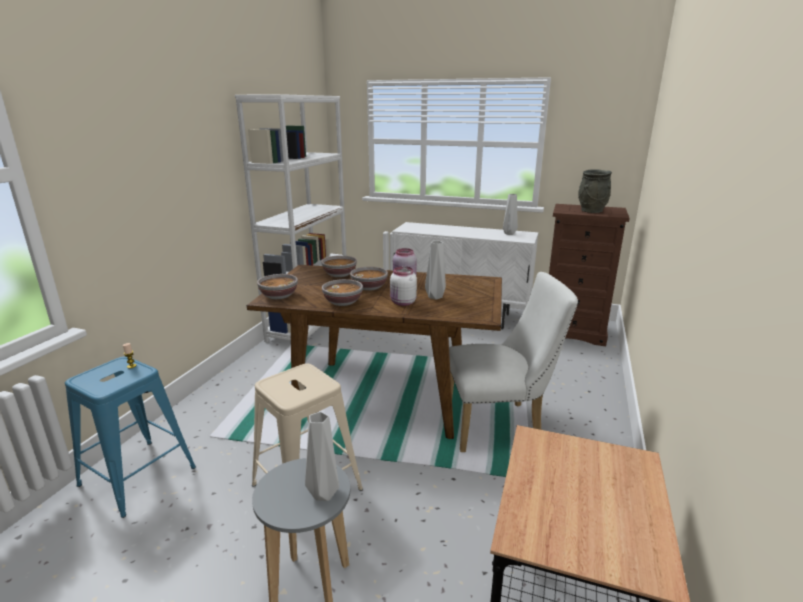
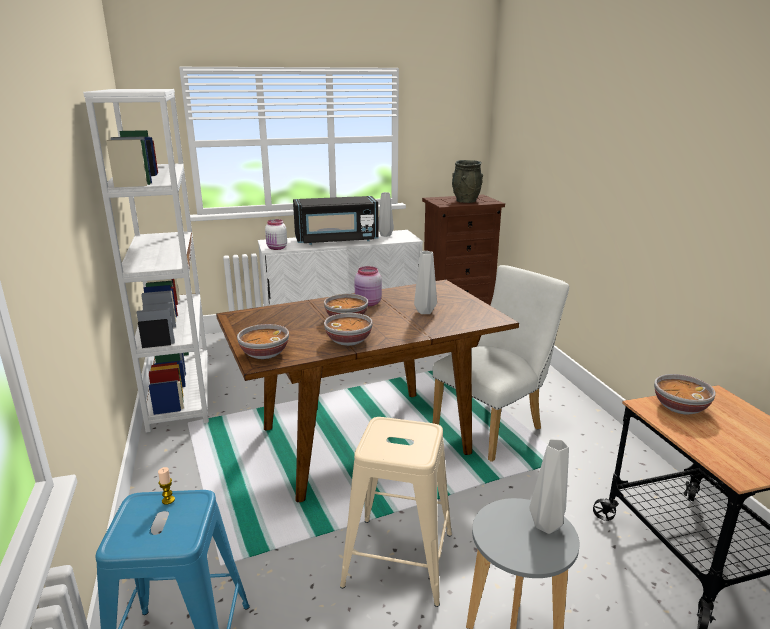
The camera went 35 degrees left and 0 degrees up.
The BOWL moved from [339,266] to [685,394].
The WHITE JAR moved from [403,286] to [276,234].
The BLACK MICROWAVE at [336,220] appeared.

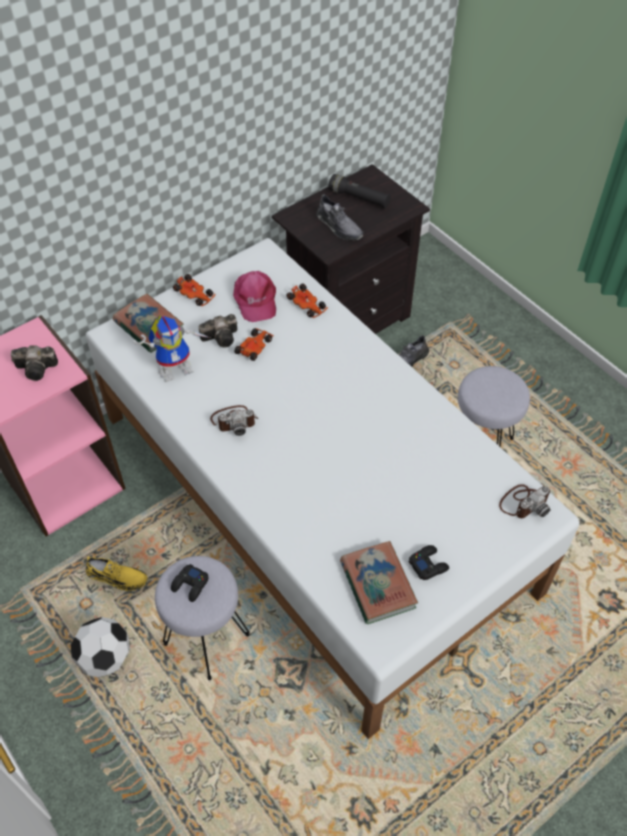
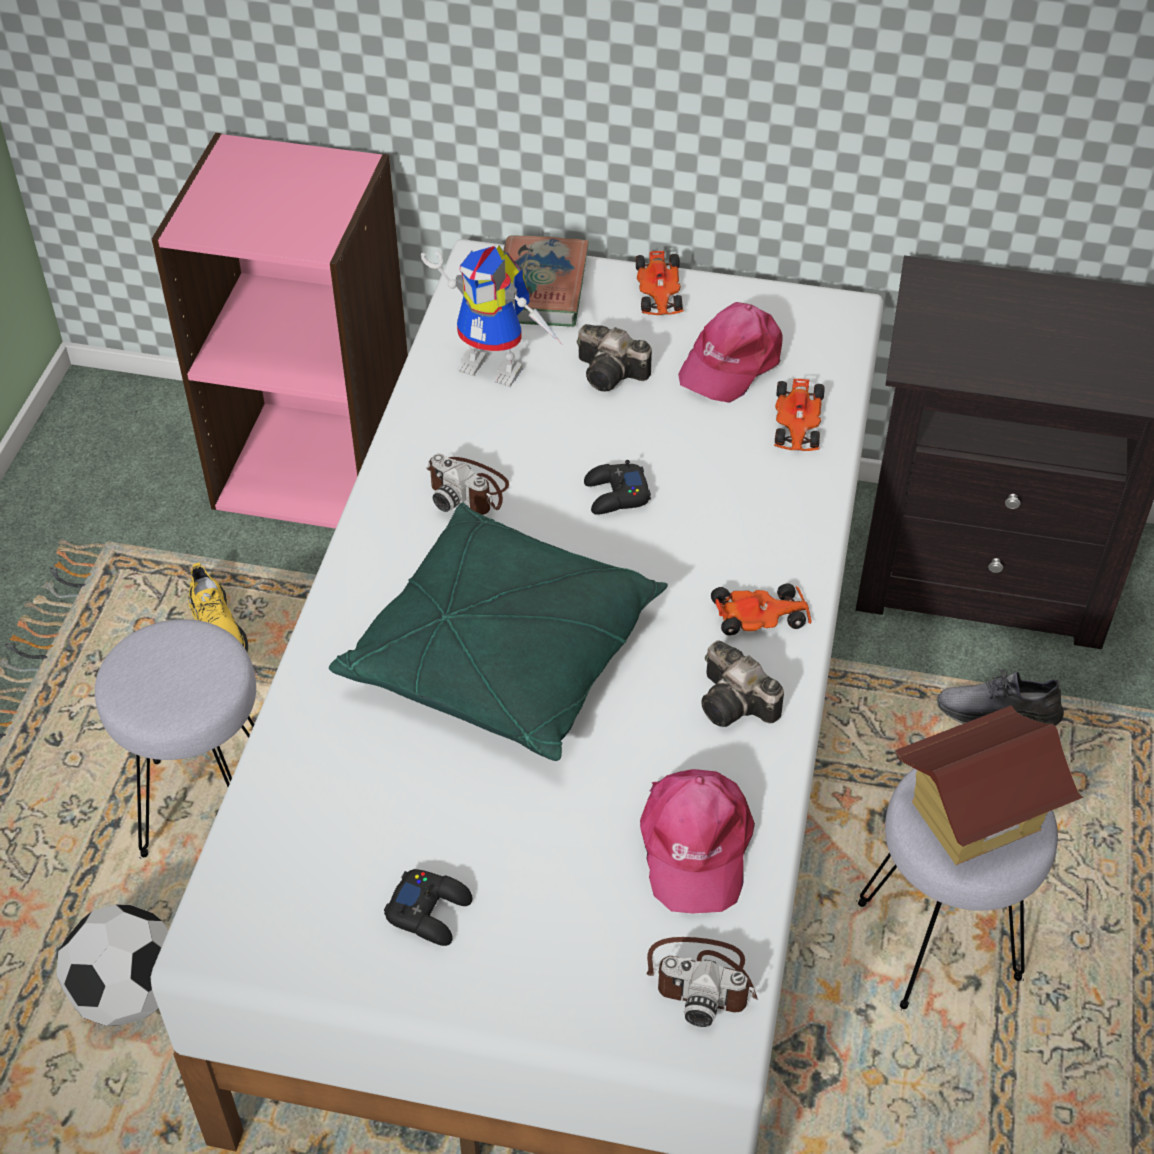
The camera went 50 degrees right and 5 degrees down.
The PHOTO CAMERA moved from [34,363] to [742,683].
The FOOTBALL moved from [100,647] to [112,965].
The BLACK GAME CONTROLLER moved from [190,583] to [617,487].
The TOY CAR moved from [254,344] to [761,609].
The GREY SHOE at [340,217] disappeared.
The BLACK FLASHLIGHT at [359,191] disappeared.
The BOOK at [379,582] disappeared.
The GREEN PILLOW at [498,632] appeared.
The PINK CAP at [697,841] appeared.
The TOY HOUSE at [989,785] appeared.

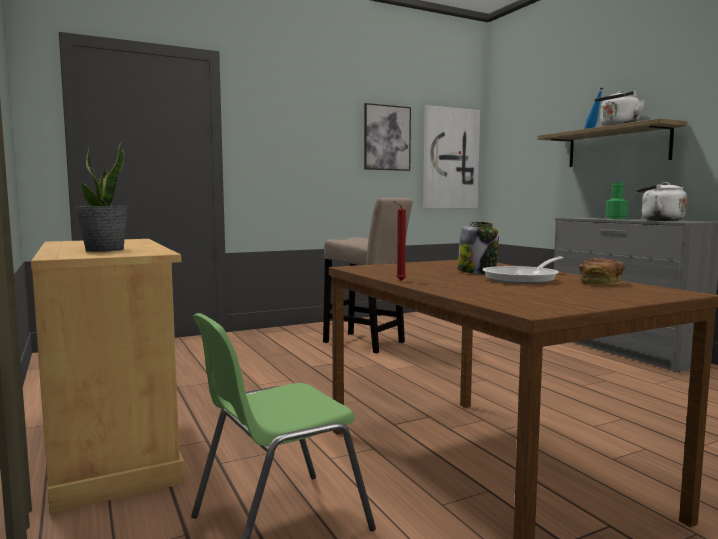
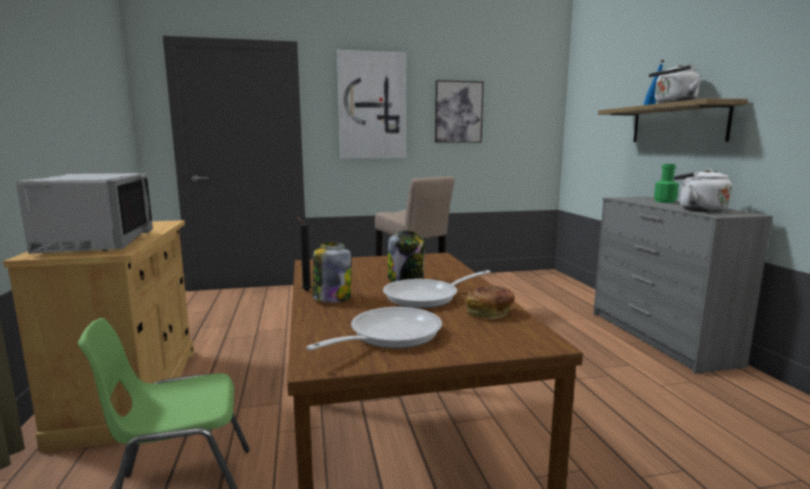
The camera went 15 degrees right and 5 degrees up.
The POTTED PLANT at [102,197] was replaced by the GREY MICROWAVE at [84,213].
The RED CANDLE at [399,241] became the BLACK CANDLE at [303,254].
The PICTURE moved from [451,157] to [371,104].
The FRYING PAN at [374,329] appeared.
The JAR at [332,272] appeared.

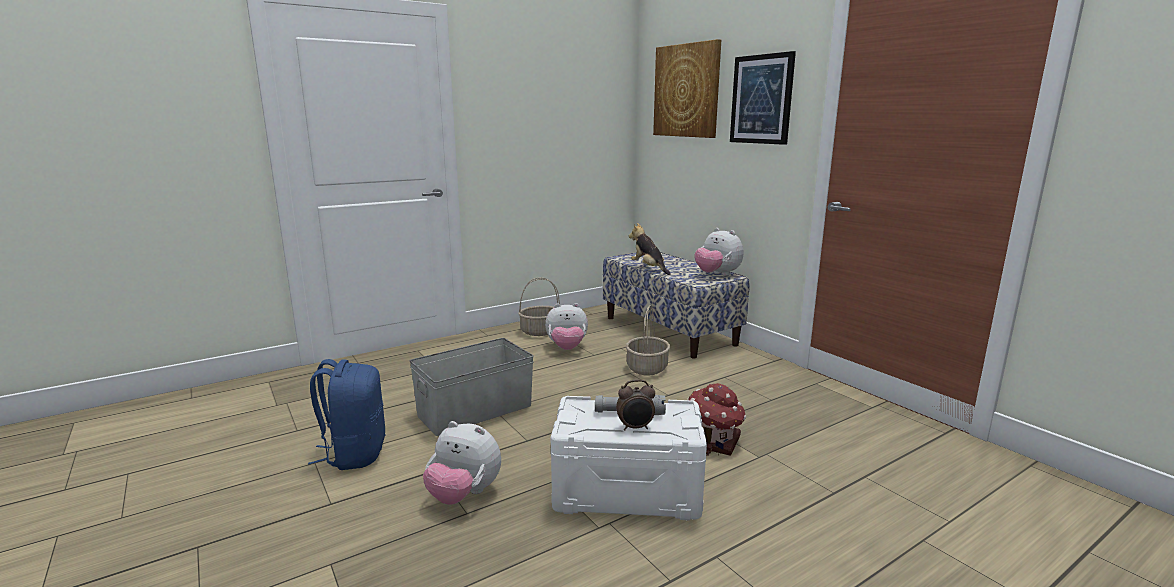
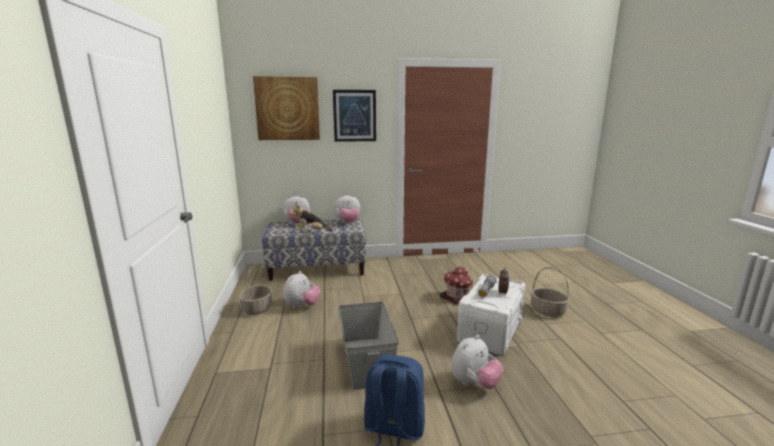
The camera went 65 degrees left and 0 degrees up.
The BASKET moved from [648,340] to [549,292].
The PLUSH TOY at [296,209] appeared.

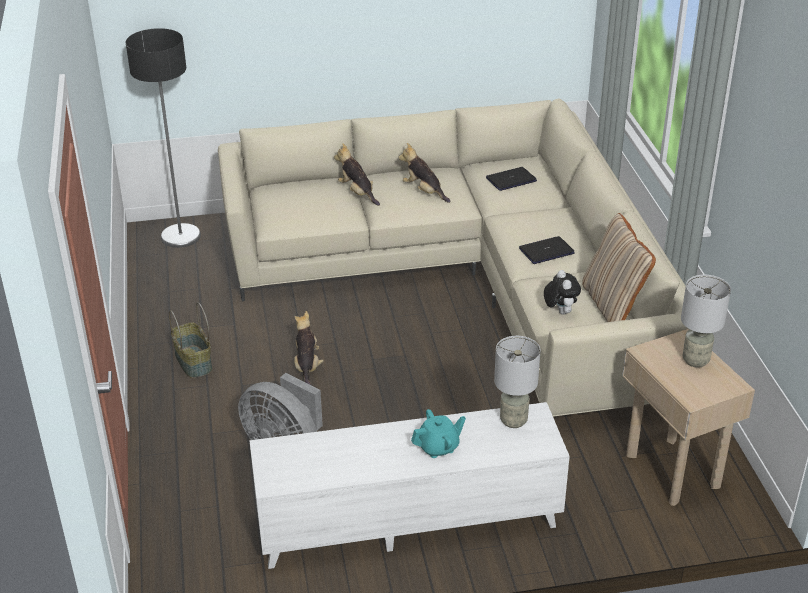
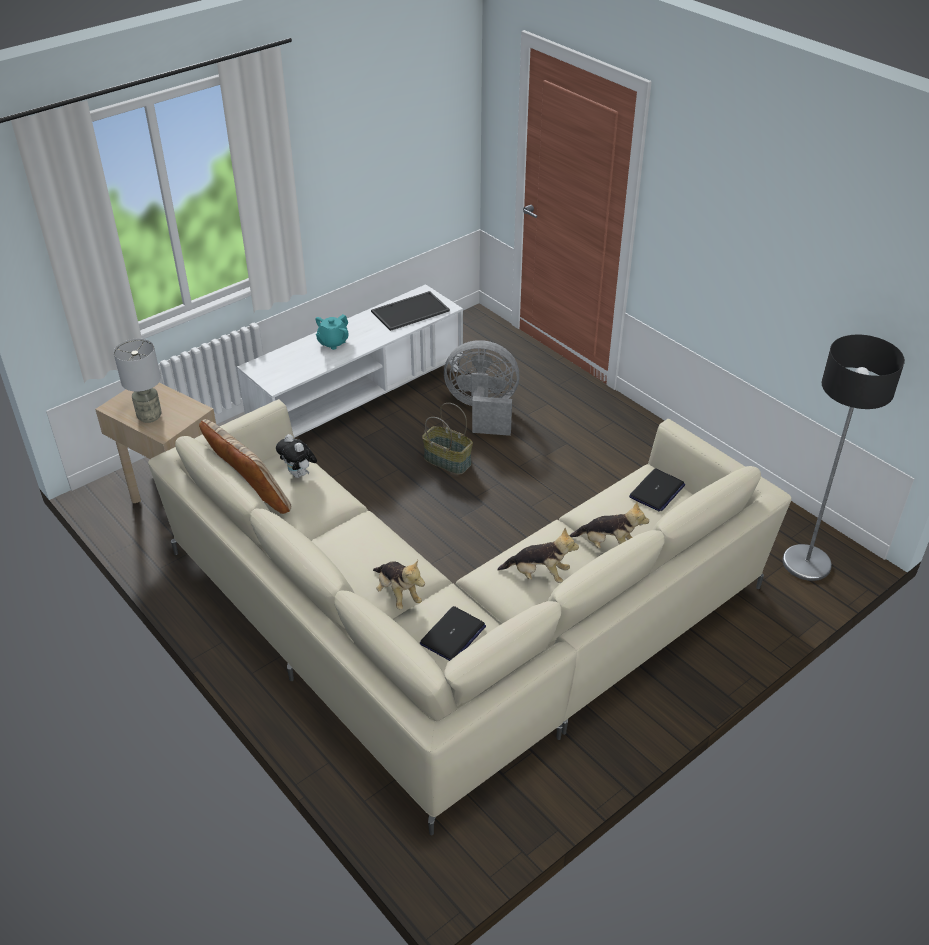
The camera went 150 degrees right and 5 degrees up.
The BASKET moved from [190,340] to [447,439].
The PLUSH TOY moved from [309,348] to [399,585].
The GREY TABLE LAMP at [517,382] disappeared.
The LAPTOP moved from [547,250] to [657,490].
The TRAY at [410,311] appeared.

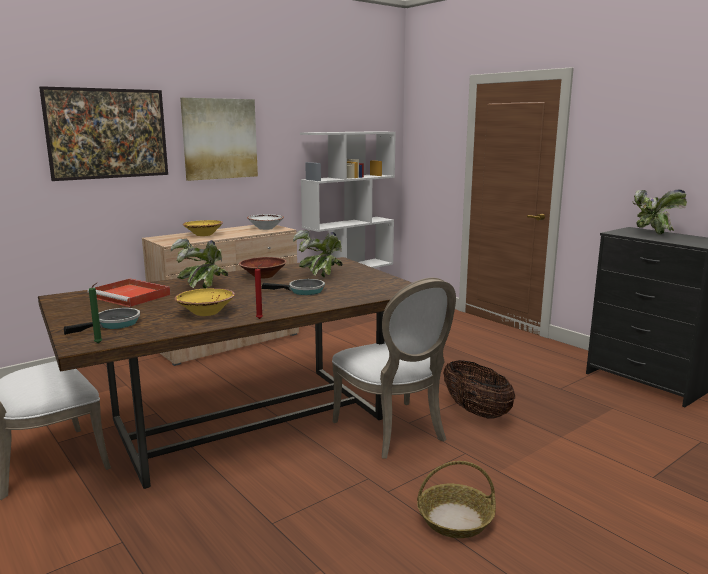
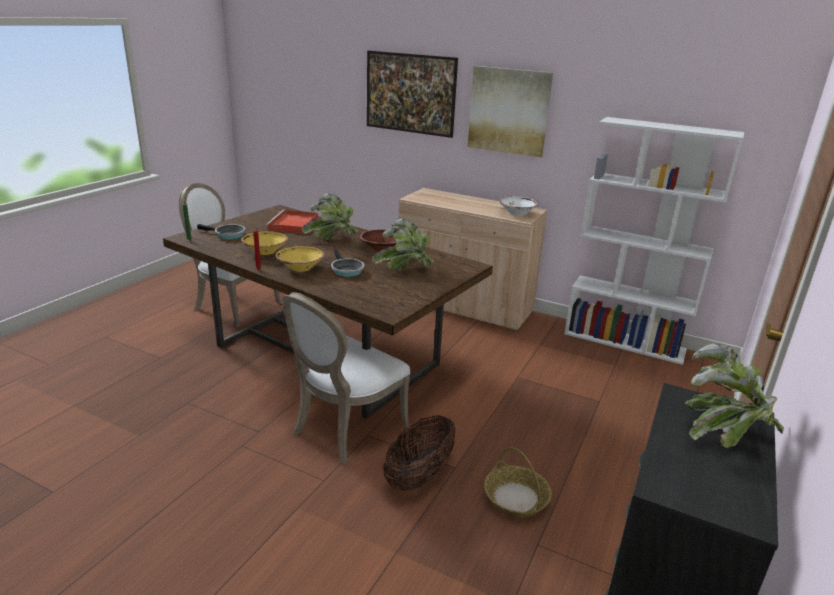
The camera went 65 degrees right and 10 degrees up.
The YELLOW BOWL moved from [203,228] to [300,259].
The BASKET moved from [456,499] to [518,482].

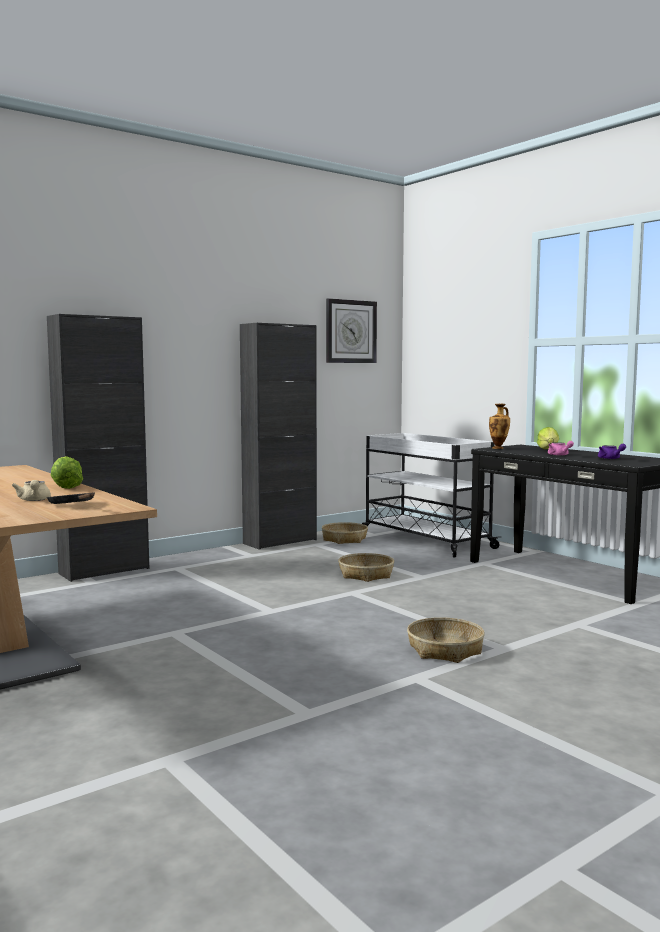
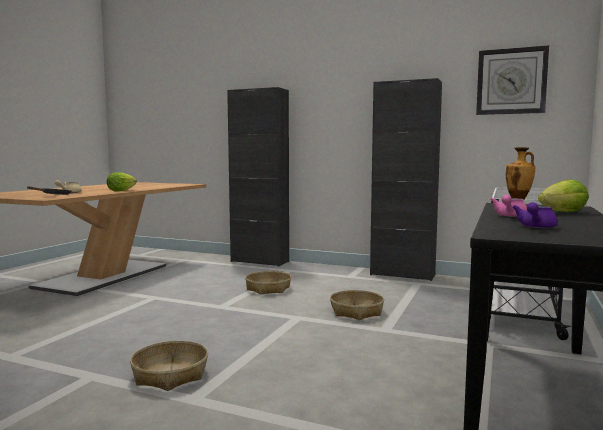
The camera went 60 degrees right and 0 degrees up.
The BASKET moved from [345,533] to [268,283].

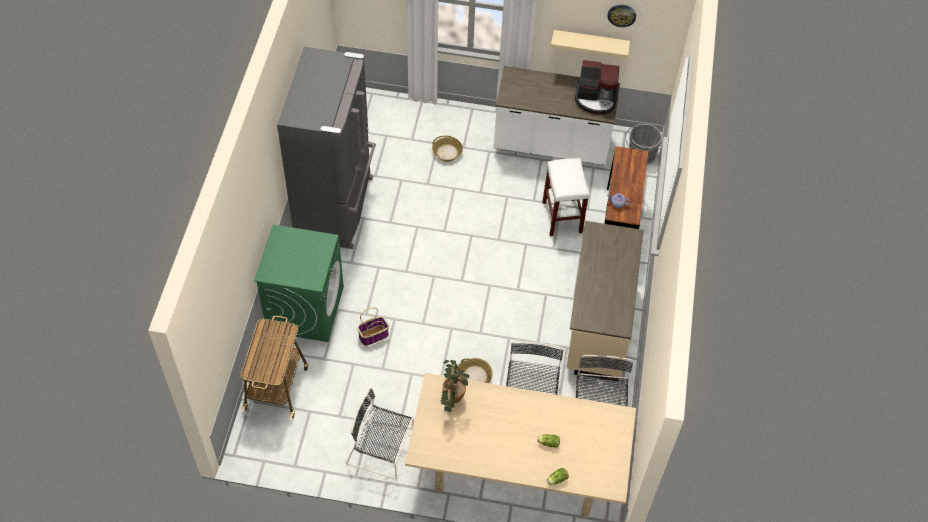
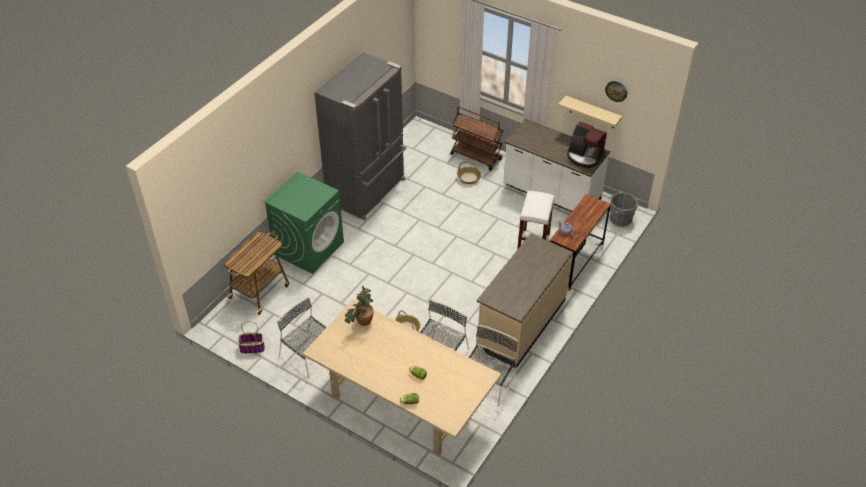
The camera went 25 degrees right and 10 degrees down.
The BASKET moved from [373,326] to [251,337].
The BROWN CART at [477,139] appeared.

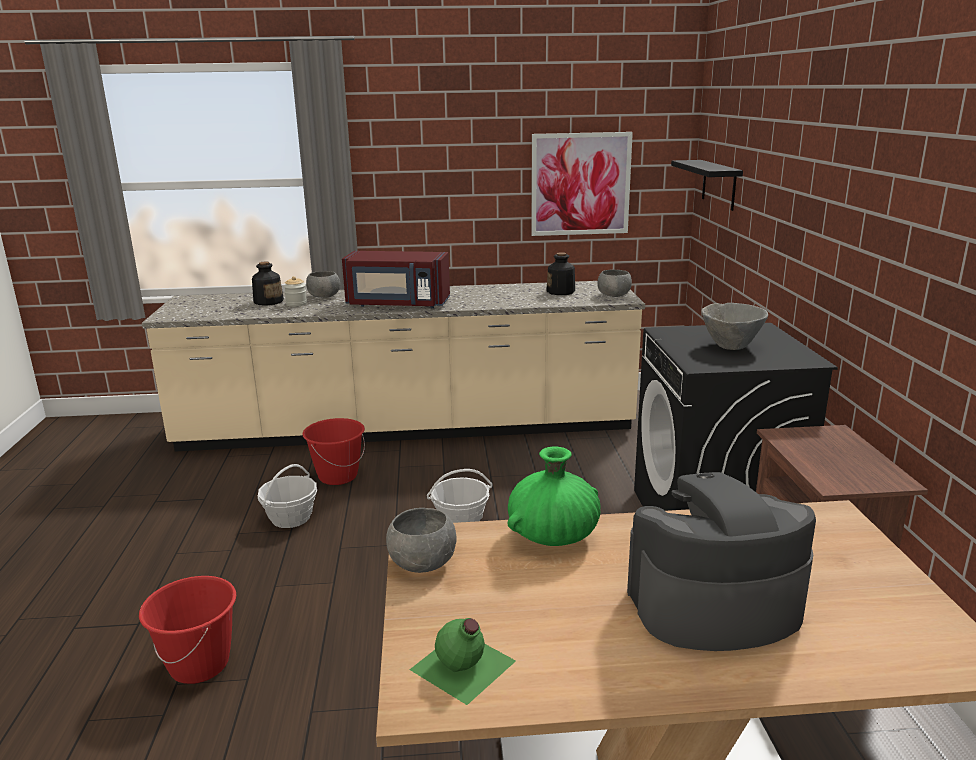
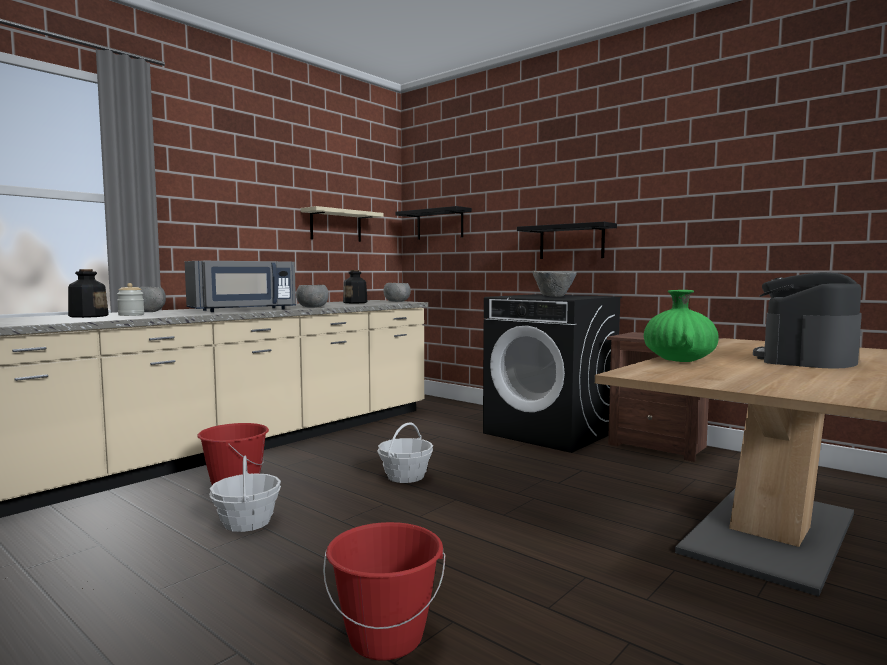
The camera went 45 degrees left and 15 degrees down.
The RED MICROWAVE at [396,279] became the GREY MICROWAVE at [240,286].
The GREY BOWL moved from [421,540] to [312,296].
The GREEN BOTTLE at [463,661] disappeared.
The PICTURE at [582,184] was replaced by the BEIGE SHELF at [342,224].
The BLACK SHELF at [567,240] appeared.

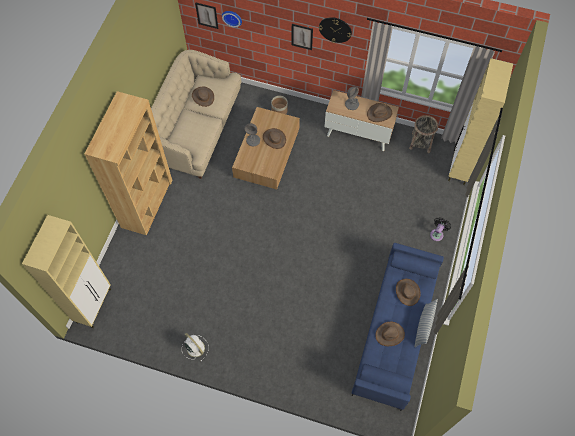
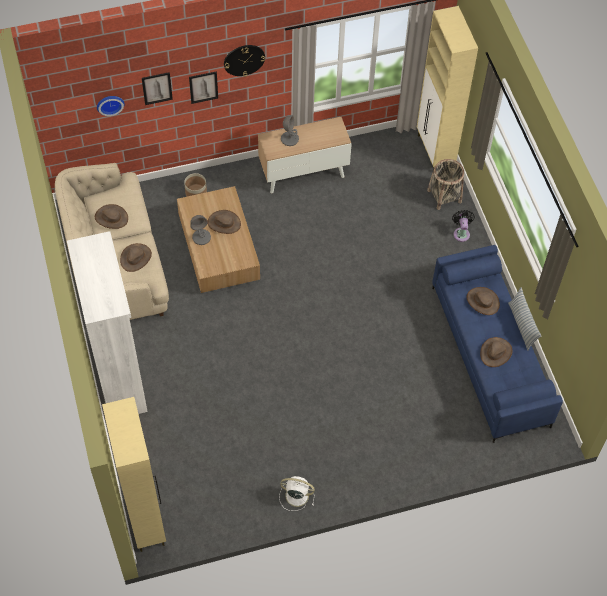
The camera went 35 degrees left and 5 degrees down.
The BROWN BOOKCASE at [129,163] became the WHITE BOOKCASE at [107,322].
The PICTURE moved from [206,15] to [157,88].
The BROWN HAT moved from [379,112] to [136,257].
The BASKET moved from [423,134] to [445,184].

